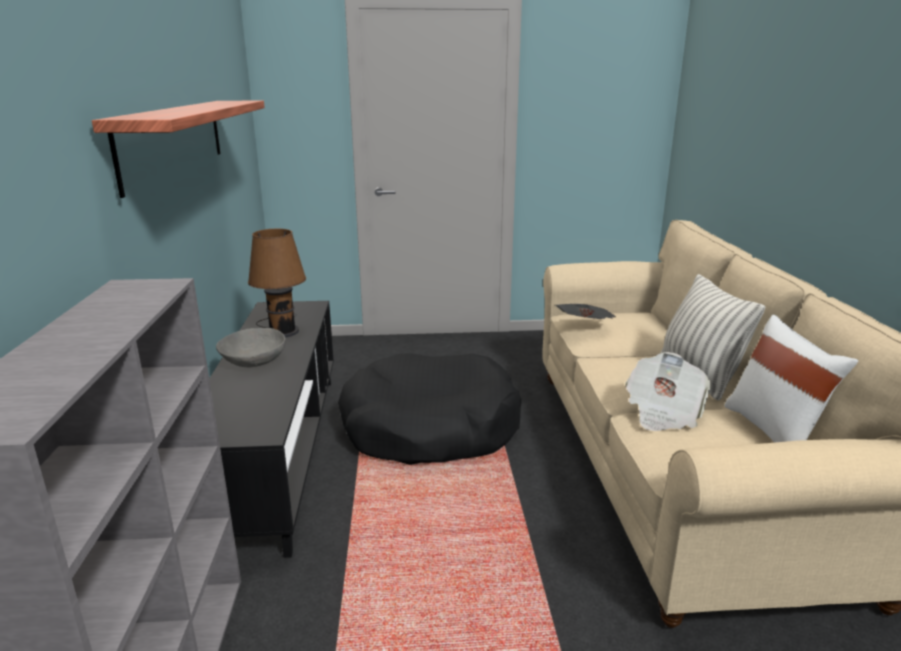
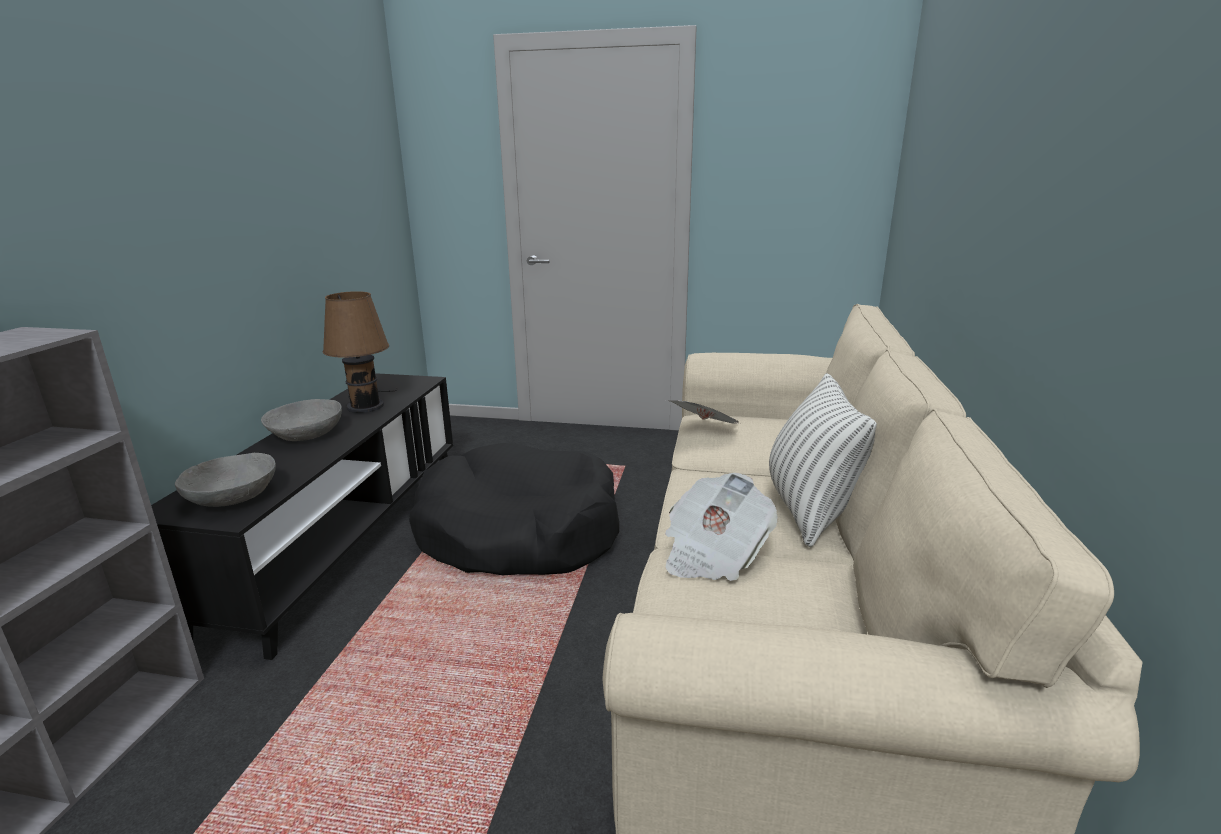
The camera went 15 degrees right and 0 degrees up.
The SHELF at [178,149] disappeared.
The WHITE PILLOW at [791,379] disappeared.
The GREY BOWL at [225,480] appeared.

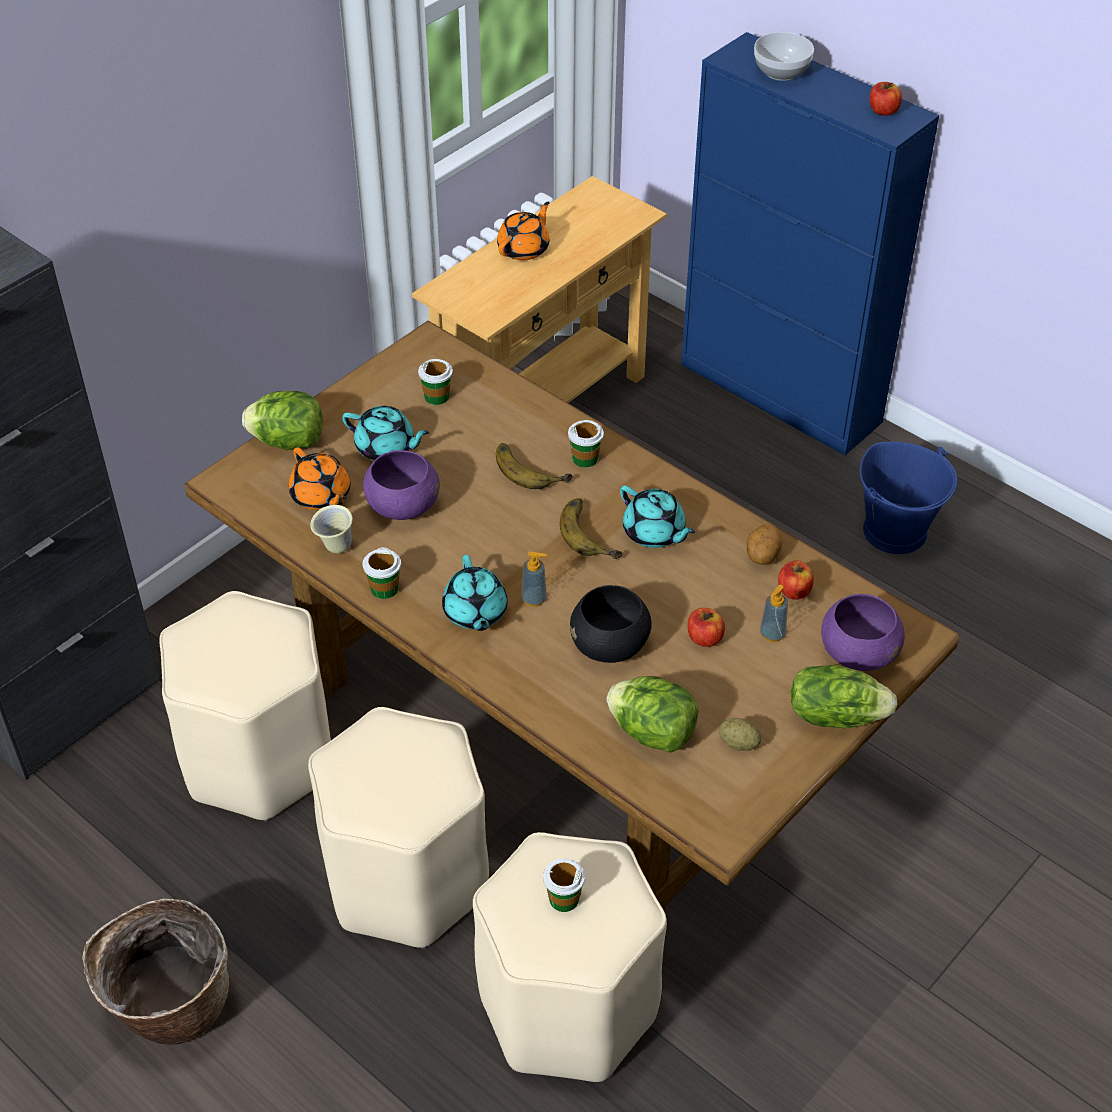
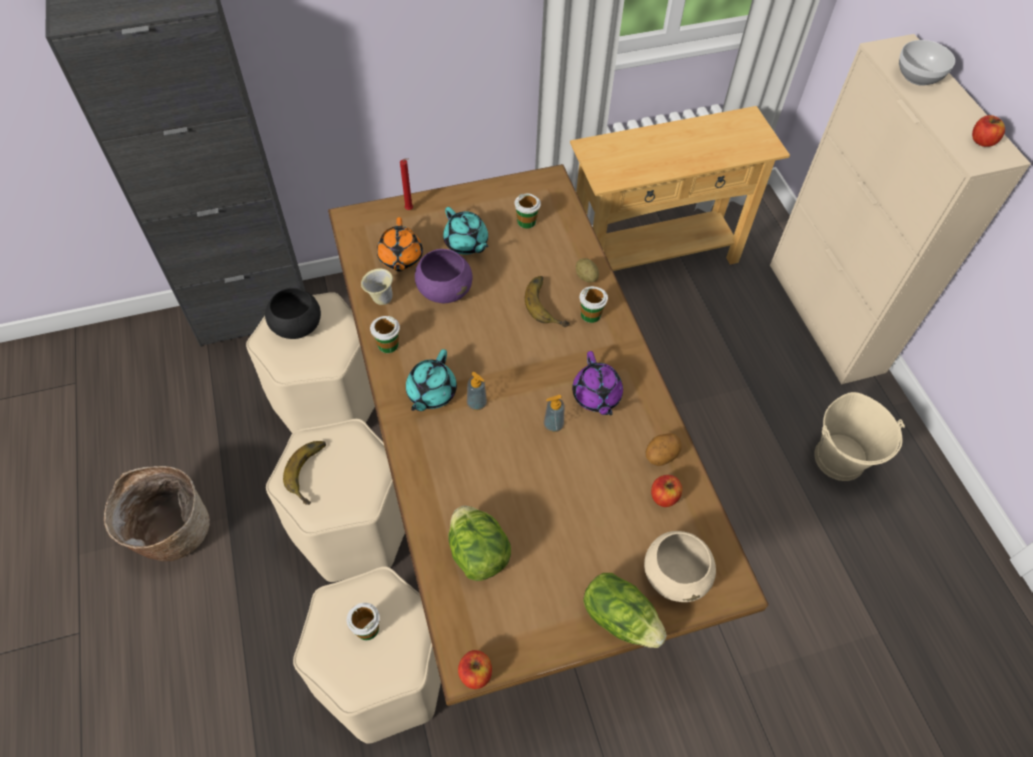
The camera went 30 degrees right and 10 degrees up.
The LETTUCE at [282,420] was replaced by the RED CANDLE at [406,184].
The ORANGE TEAPOT at [523,231] disappeared.
The BANANA moved from [591,528] to [304,473].
The BLACK BOWL moved from [611,624] to [293,313].
The TURQUOISE TEAPOT at [657,516] became the PURPLE TEAPOT at [597,383].
The BLUE CABINET at [810,243] became the BEIGE CABINET at [900,209].
The APPLE moved from [706,627] to [475,669].
The POTATO moved from [740,734] to [587,270].
The SOAP DISPENSER moved from [774,613] to [554,413].
The PURPLE BOWL at [863,632] became the BEIGE BOWL at [680,566].
The BLUE BUCKET at [909,498] became the BEIGE BUCKET at [859,436].

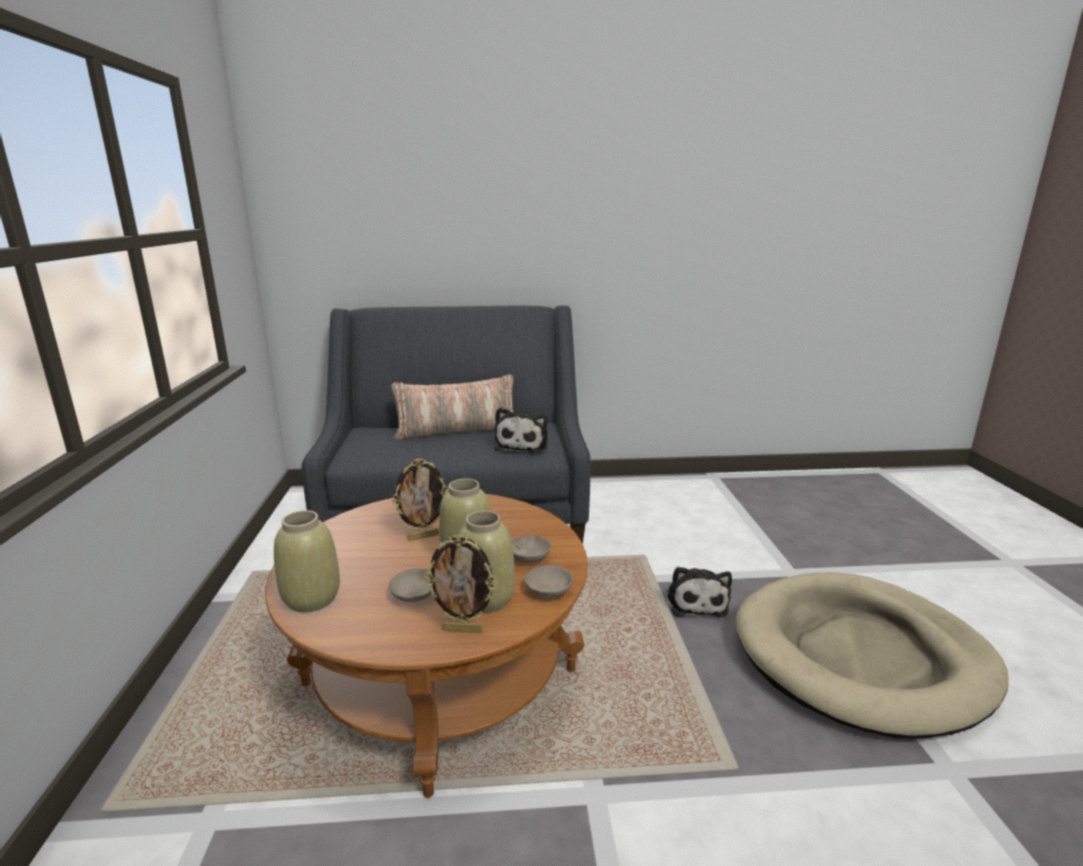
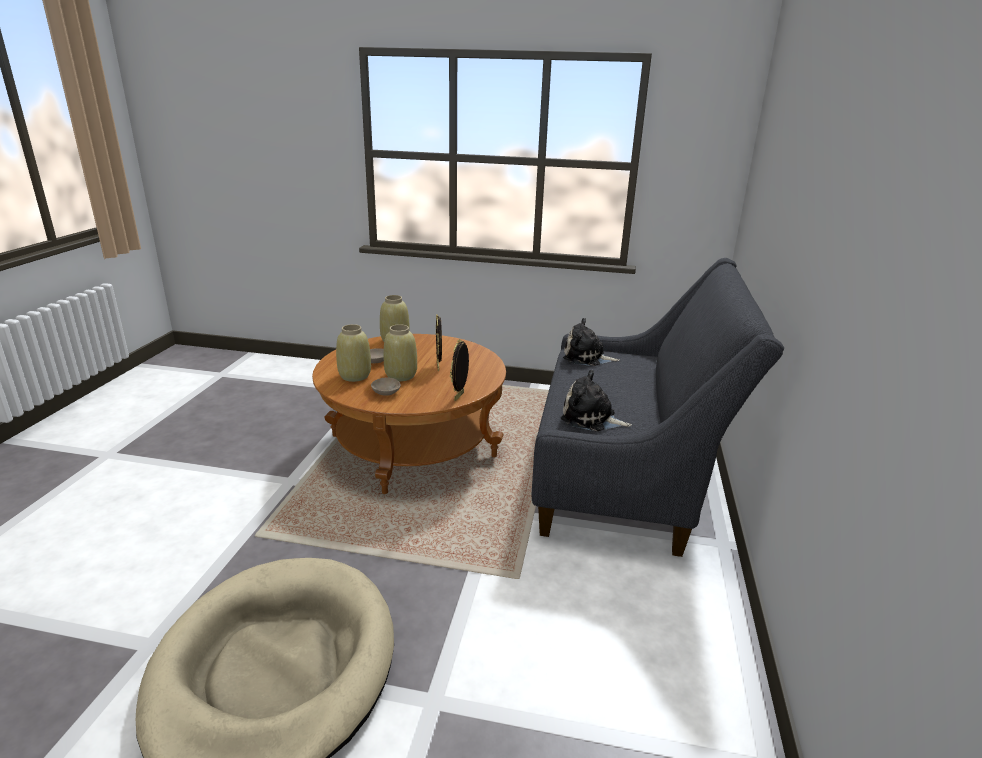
The camera went 105 degrees right and 5 degrees up.
The PILLOW at [452,407] disappeared.
The PICTURE FRAME moved from [460,583] to [459,370].
The BEIGE BOWL at [549,581] disappeared.
The PLUSH TOY moved from [699,592] to [591,342].

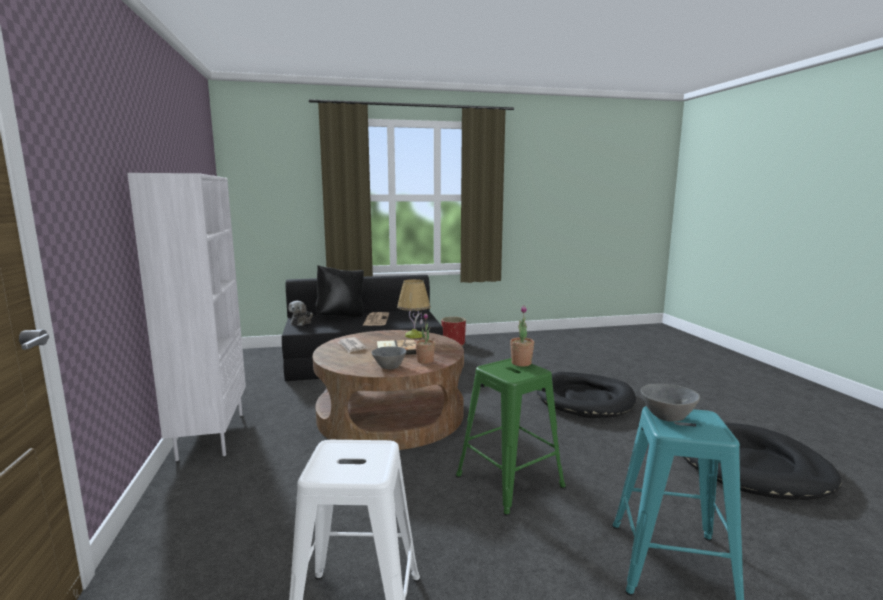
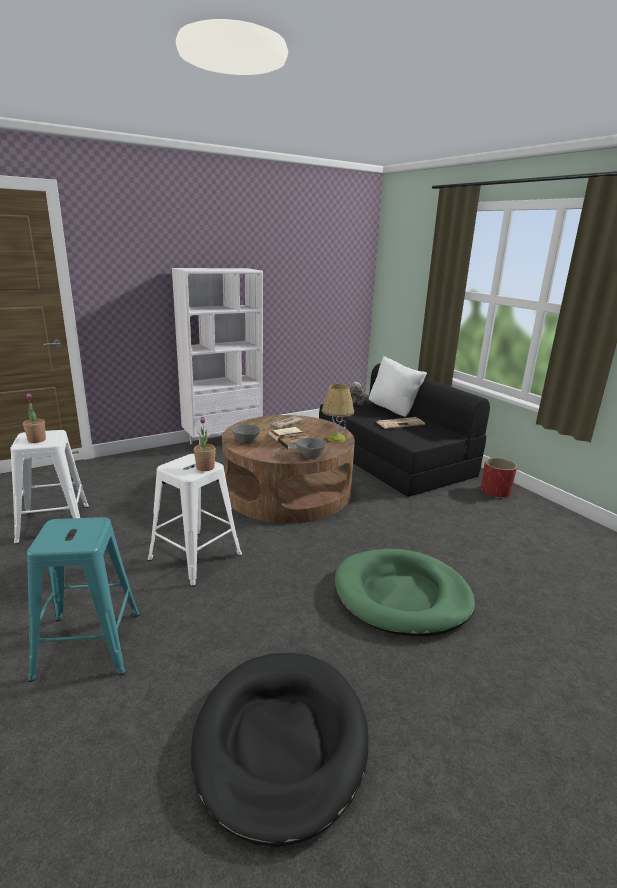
The camera went 70 degrees right and 10 degrees up.
The BLACK PILLOW at [340,291] became the WHITE PILLOW at [398,386].
The POTTED PLANT moved from [425,338] to [34,418].
The GREEN STOOL at [511,437] became the WHITE STOOL at [195,520].
The BLACK DOG BED at [586,395] became the GREEN DOG BED at [405,592].
The GREY BOWL moved from [670,403] to [311,448].

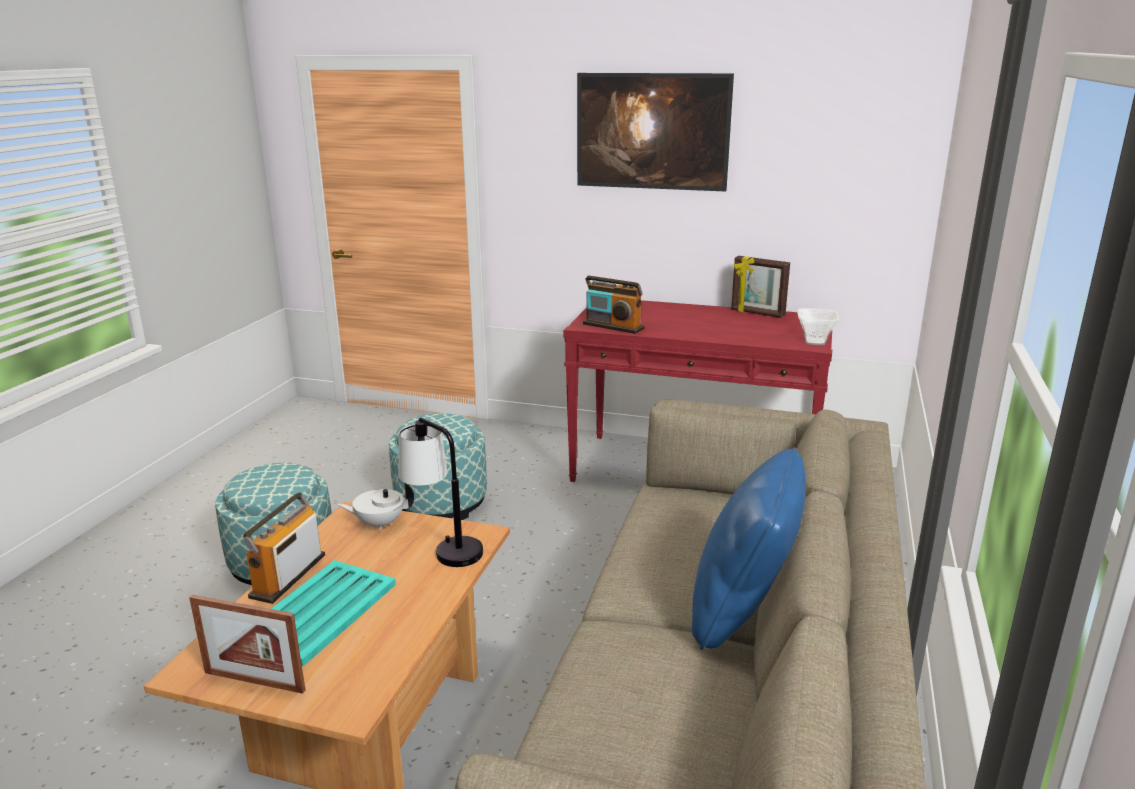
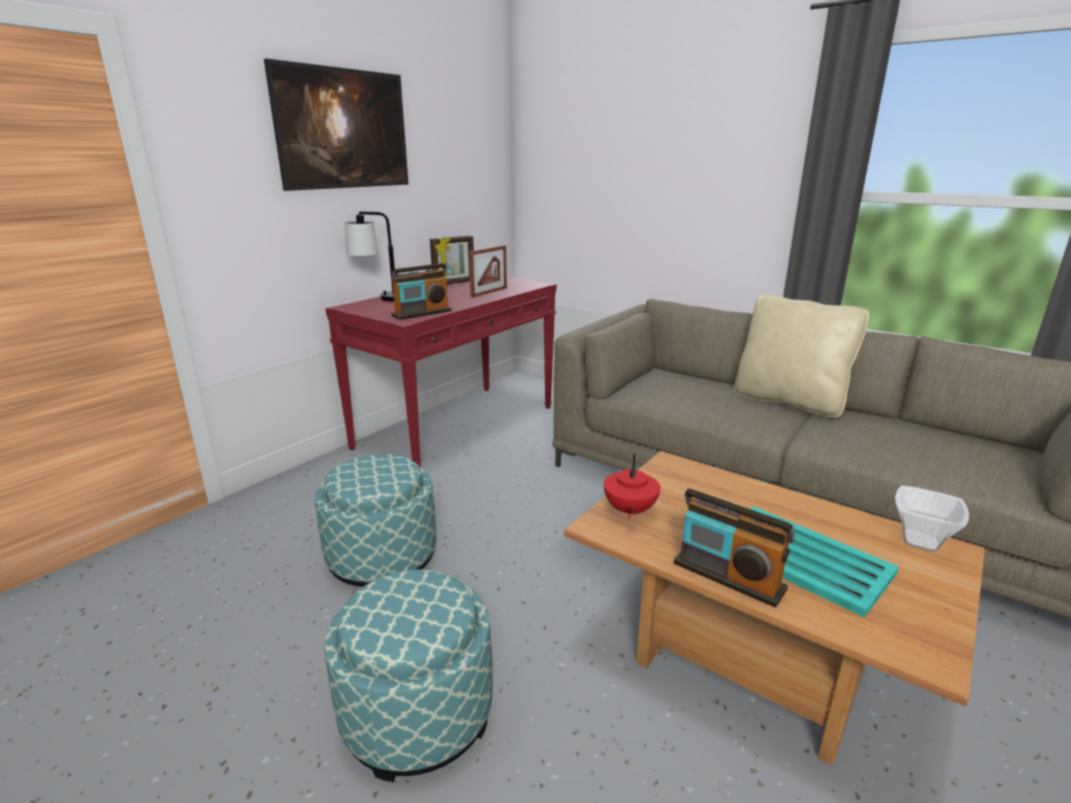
The camera went 70 degrees left and 0 degrees up.
The PICTURE FRAME moved from [247,644] to [488,271].
The WHITE TEAPOT at [376,506] became the RED TEAPOT at [632,486].
The TABLE LAMP moved from [441,492] to [370,256].
The BLUE PILLOW at [749,548] became the BEIGE PILLOW at [801,356].
The BOWL moved from [818,326] to [932,518].

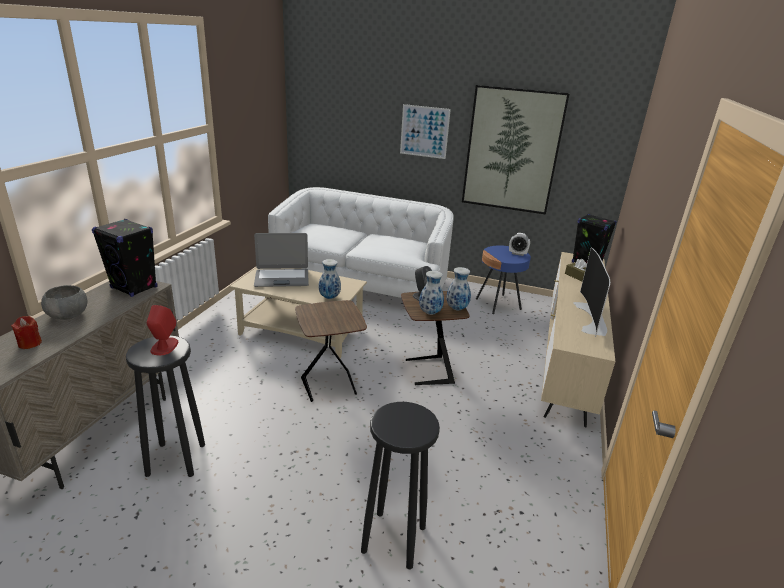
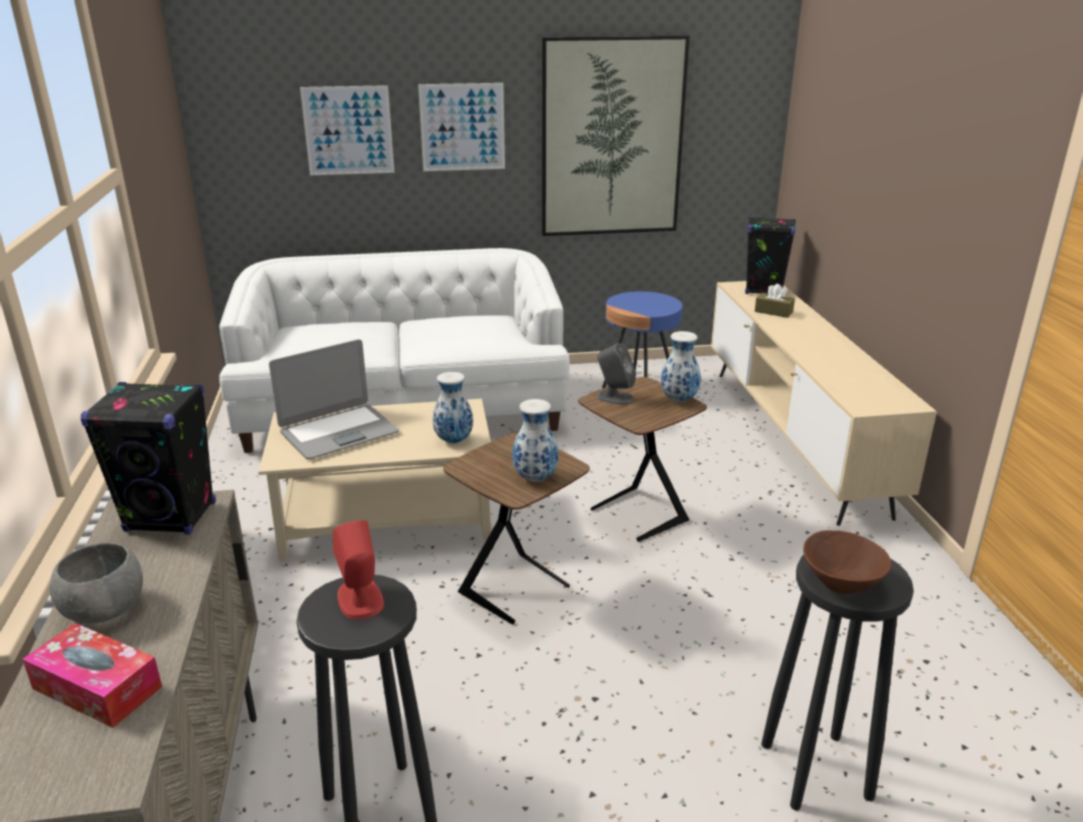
The camera went 25 degrees left and 0 degrees up.
The RED CANDLE at [26,332] was replaced by the TISSUE BOX at [92,675].
The VASE moved from [431,293] to [535,440].
The ALARM CLOCK at [519,244] disappeared.
The TELEVISION at [592,292] disappeared.
The PICTURE at [347,130] appeared.
The BROWN BOWL at [847,562] appeared.

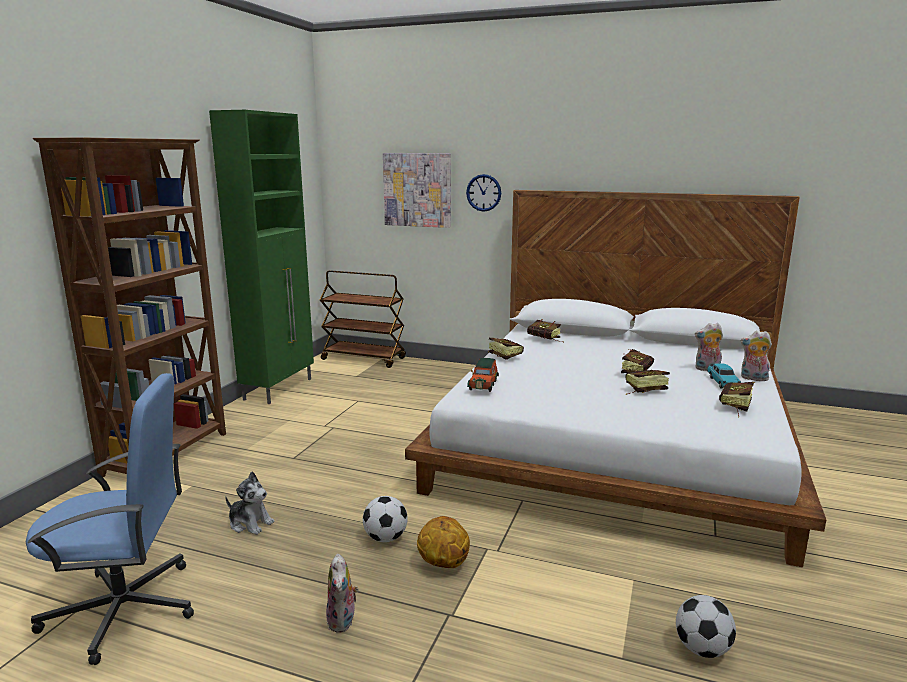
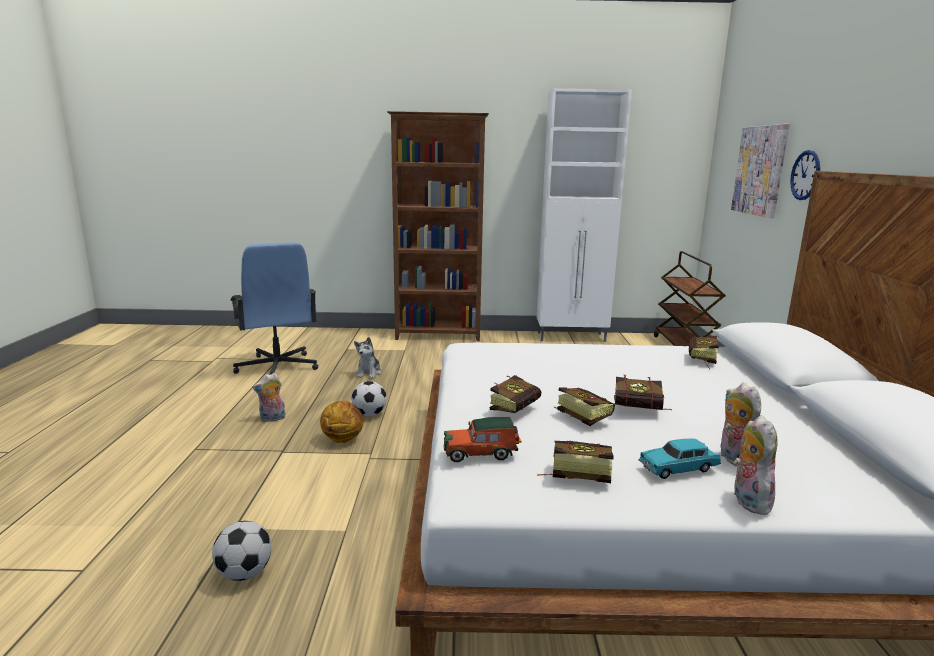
The camera went 70 degrees right and 0 degrees up.
The GREEN CABINET at [261,257] became the WHITE CABINET at [584,215].
The TOY CAR moved from [483,375] to [483,439].
The BOOK moved from [506,349] to [515,394].

